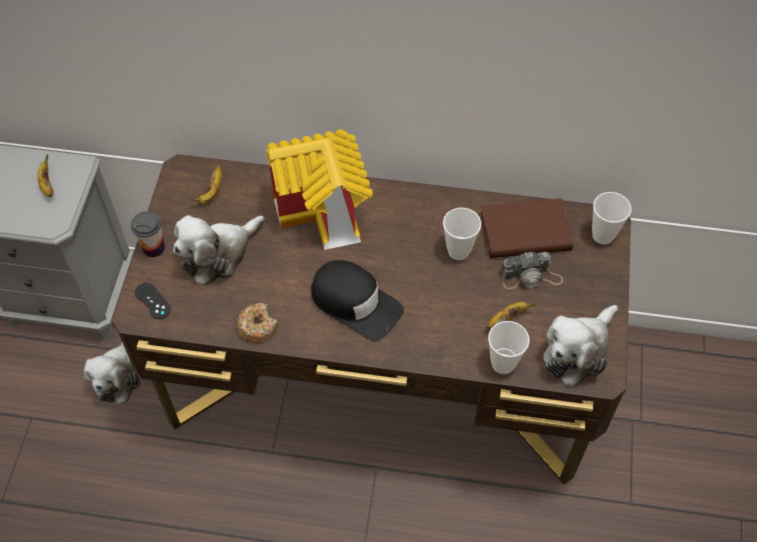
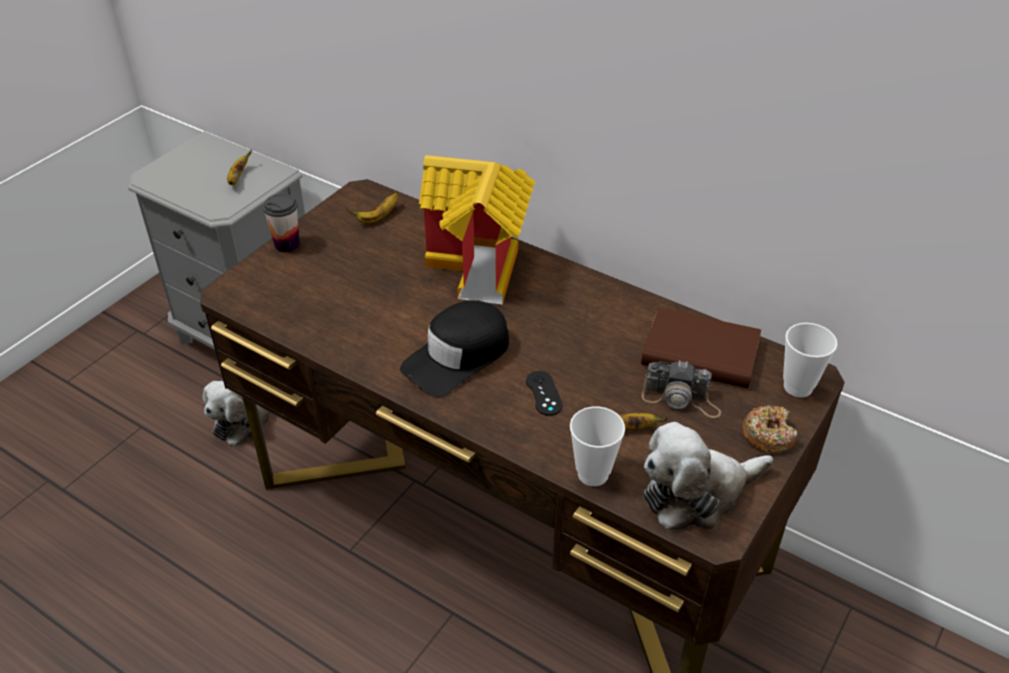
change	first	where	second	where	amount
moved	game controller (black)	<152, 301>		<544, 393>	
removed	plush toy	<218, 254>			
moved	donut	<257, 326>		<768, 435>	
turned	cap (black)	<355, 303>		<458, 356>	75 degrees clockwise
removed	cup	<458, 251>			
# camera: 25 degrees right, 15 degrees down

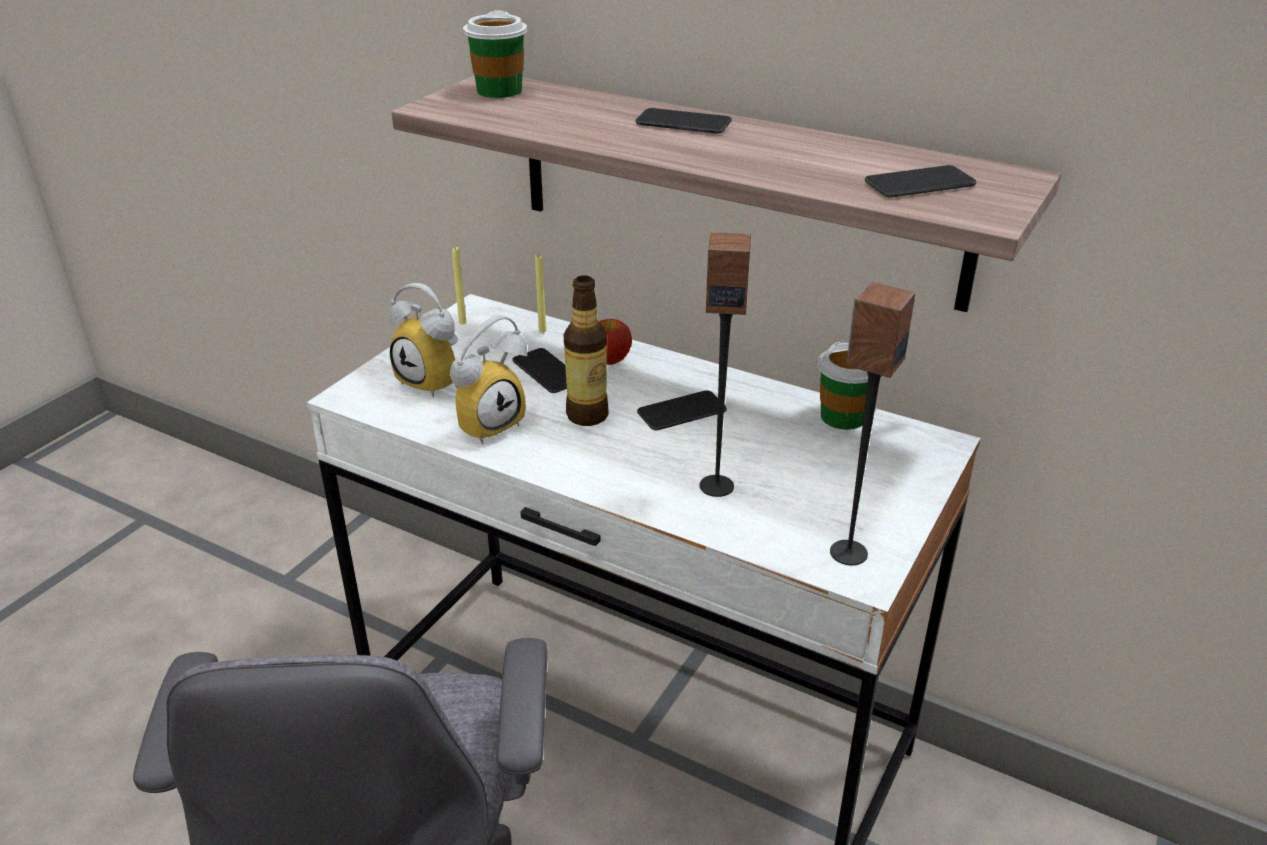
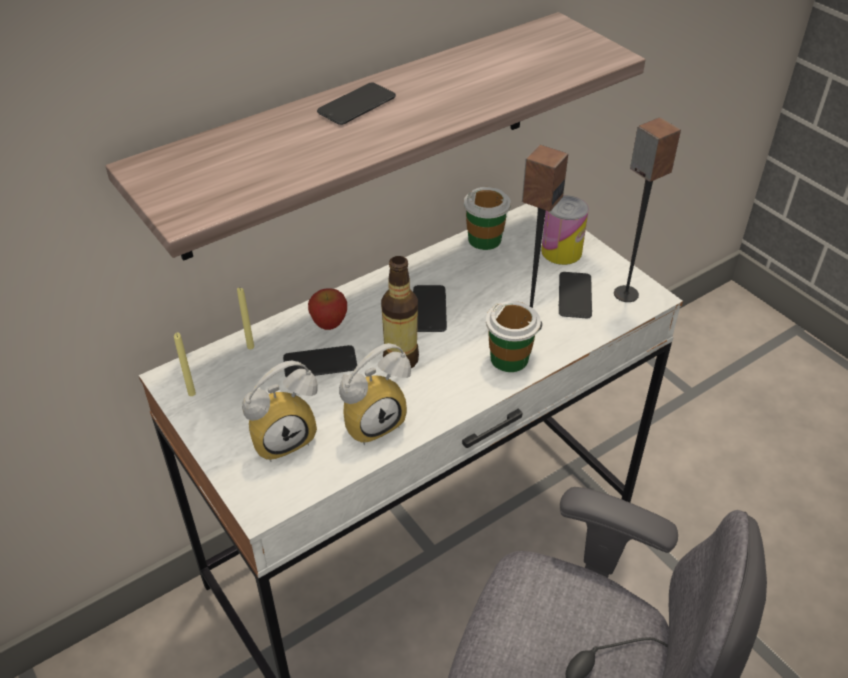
change	first	where	second	where	amount
turned	alarm clock	<488, 422>		<372, 420>	75 degrees clockwise
moved	cup	<499, 91>		<509, 358>	
moved	phone	<919, 184>		<575, 296>	
added			can	<561, 251>	
# camera: 65 degrees left, 10 degrees up

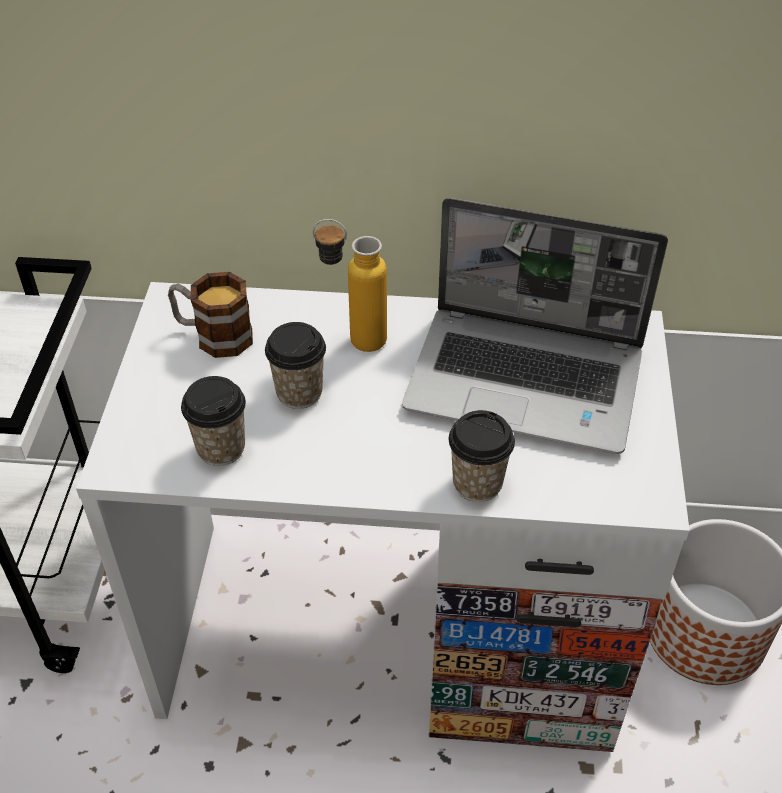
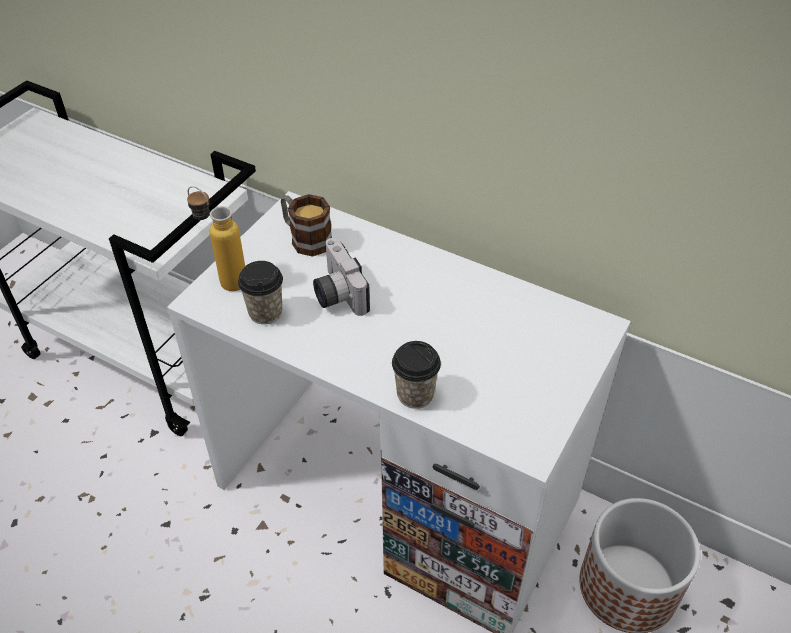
change	first	where	second	where	amount
replaced	cup	<299, 392>	photo camera	<336, 293>	
moved	bottle	<353, 340>		<224, 279>	
removed	laptop	<528, 380>			
# camera: 25 degrees right, 0 degrees up

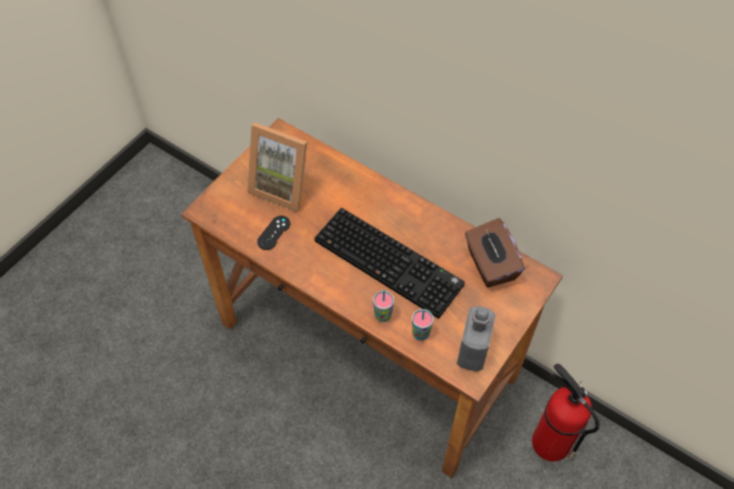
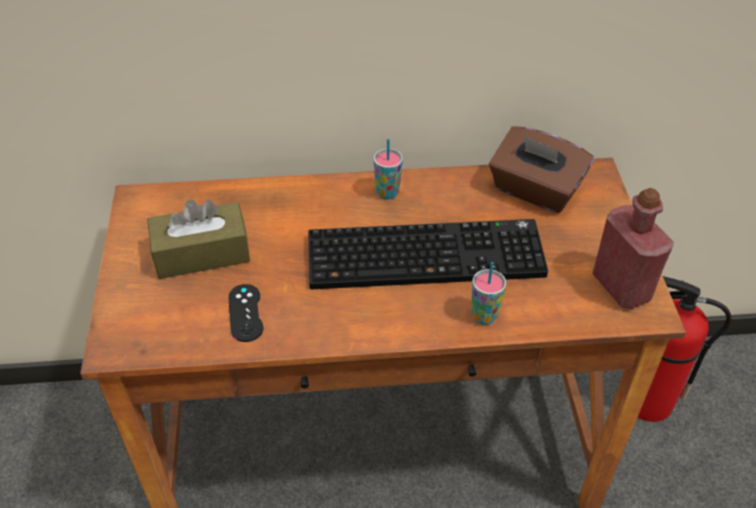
change	first	where	second	where	amount
replaced	picture frame	<283, 186>	tissue box (brown)	<202, 253>	
moved	cup	<420, 334>		<387, 193>	
recoloured	bottle (grey)	<472, 352>	bottle (red)	<621, 287>	
# camera: 40 degrees left, 10 degrees down

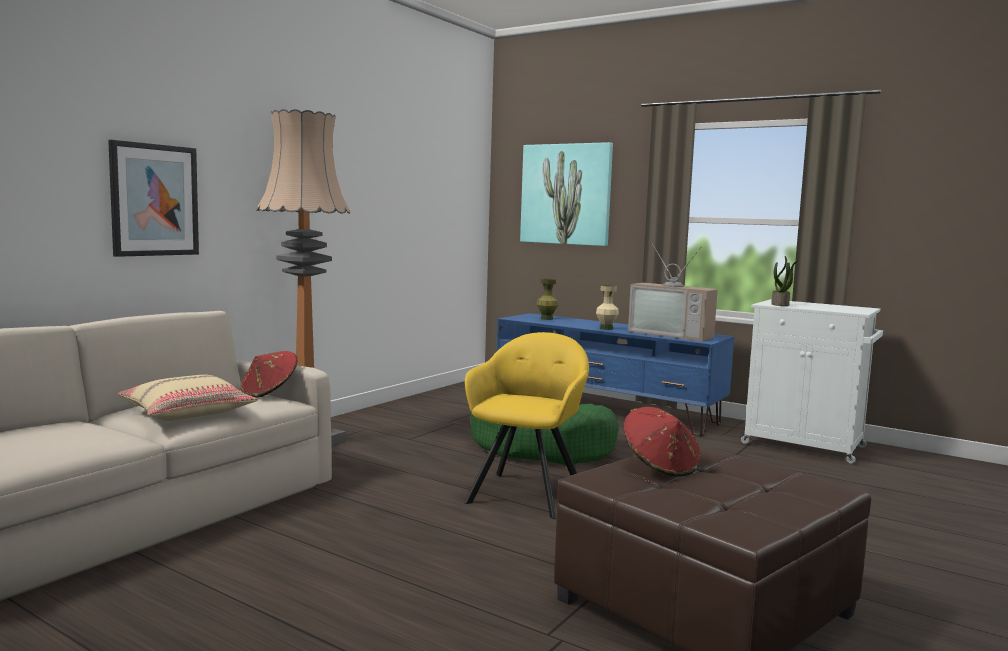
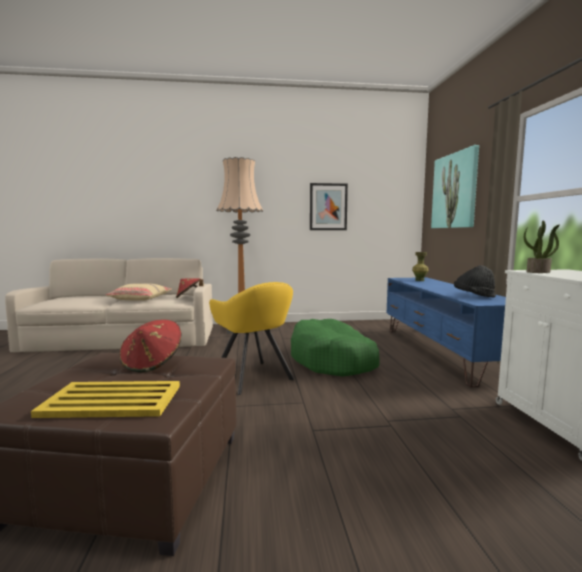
change	first	where	second	where	amount
moved	picture	<154, 200>		<328, 207>	
turned	armchair (yellow)	<528, 492>		<254, 378>	75 degrees clockwise
removed	vase (beige)	<606, 328>			
replaced	television	<673, 334>	hat (black)	<473, 296>	
added			tray (yellow)	<111, 400>	
# camera: 50 degrees right, 0 degrees up

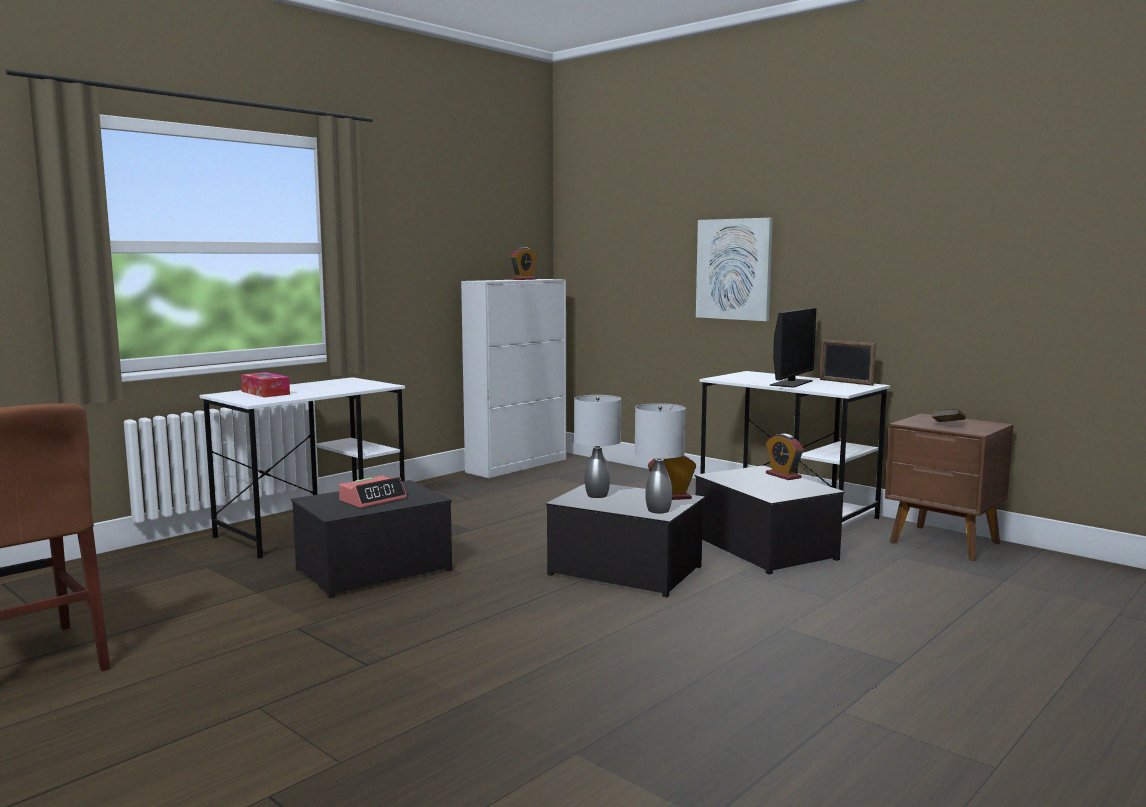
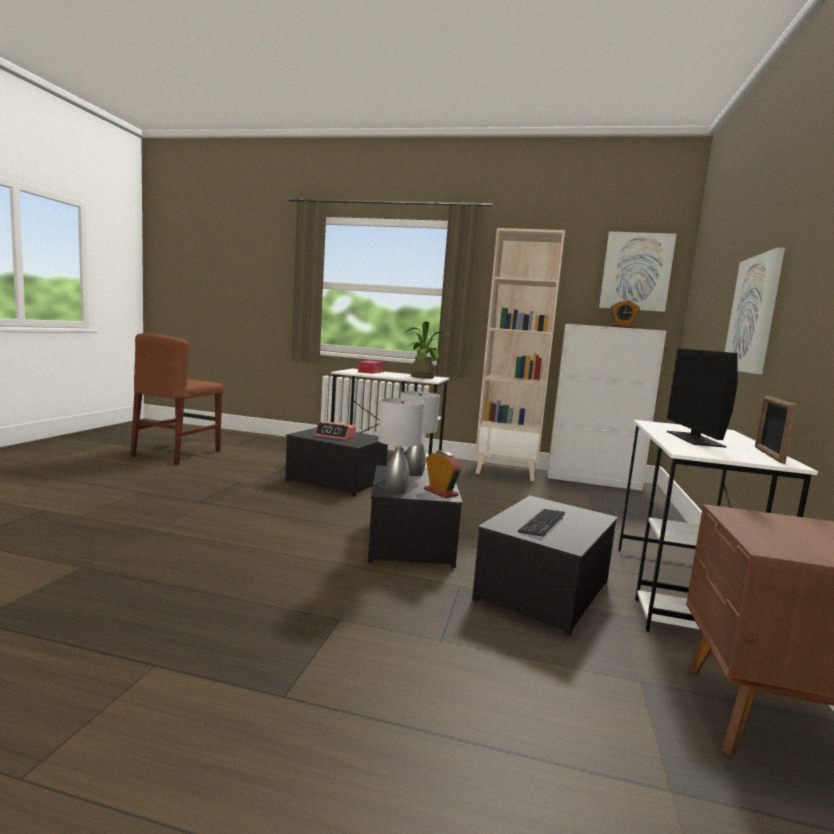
change	first	where	second	where	amount
removed	alarm clock	<783, 475>			
turned	monitor	<791, 383>		<694, 439>	90 degrees clockwise
removed	book (brown)	<947, 425>			
added			potted plant	<423, 377>	
added			bookcase (beige)	<506, 471>	
added			keyboard	<542, 524>	
added			picture	<636, 272>	
# camera: 60 degrees right, 0 degrees up

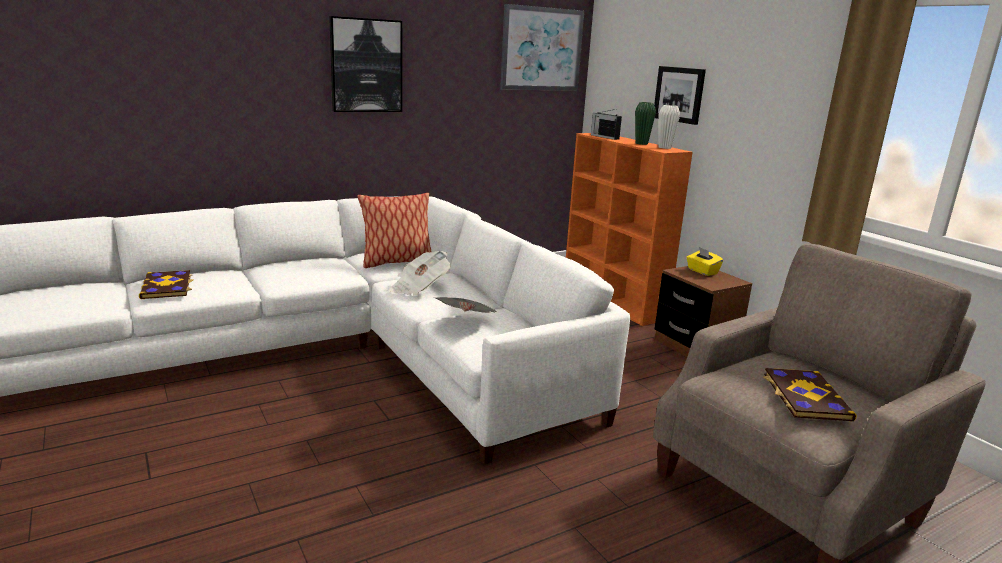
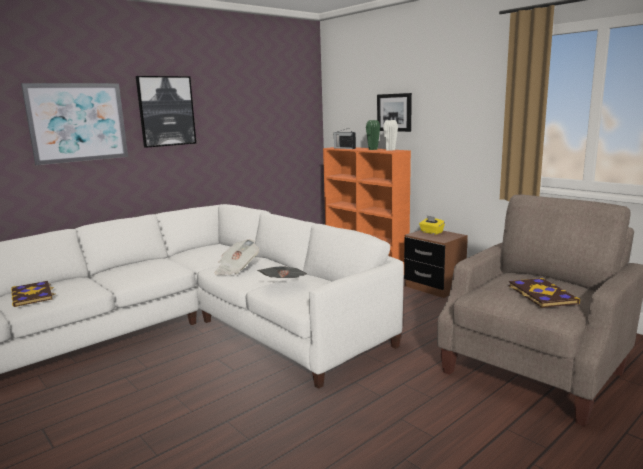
change	first	where	second	where	amount
removed	pillow	<396, 263>			
moved	picture	<541, 49>		<77, 122>	
# camera: 10 degrees left, 5 degrees down

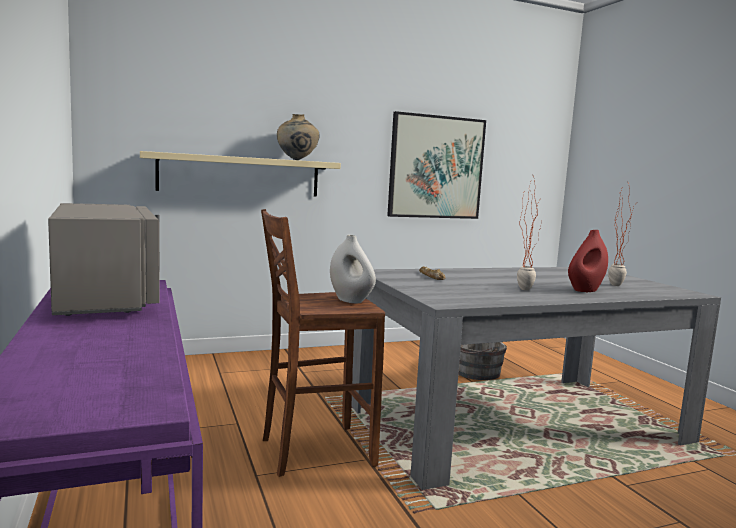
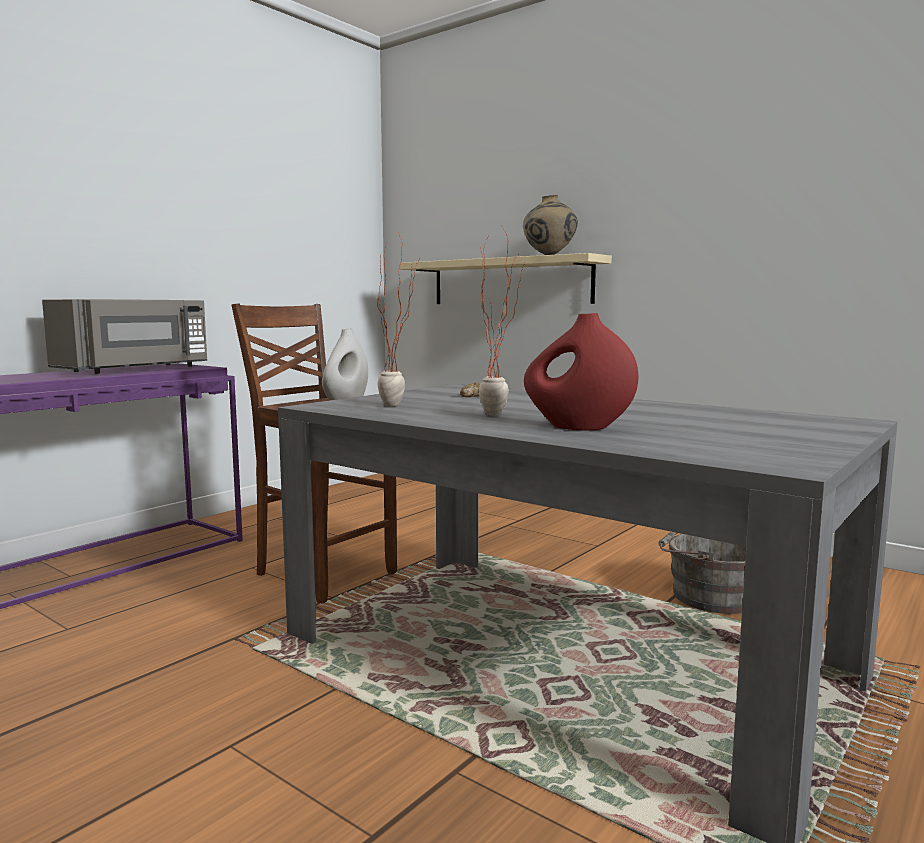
change	first	where	second	where	amount
removed	picture	<436, 167>			
moved	potted plant	<616, 284>		<400, 405>	
# camera: 60 degrees right, 0 degrees up

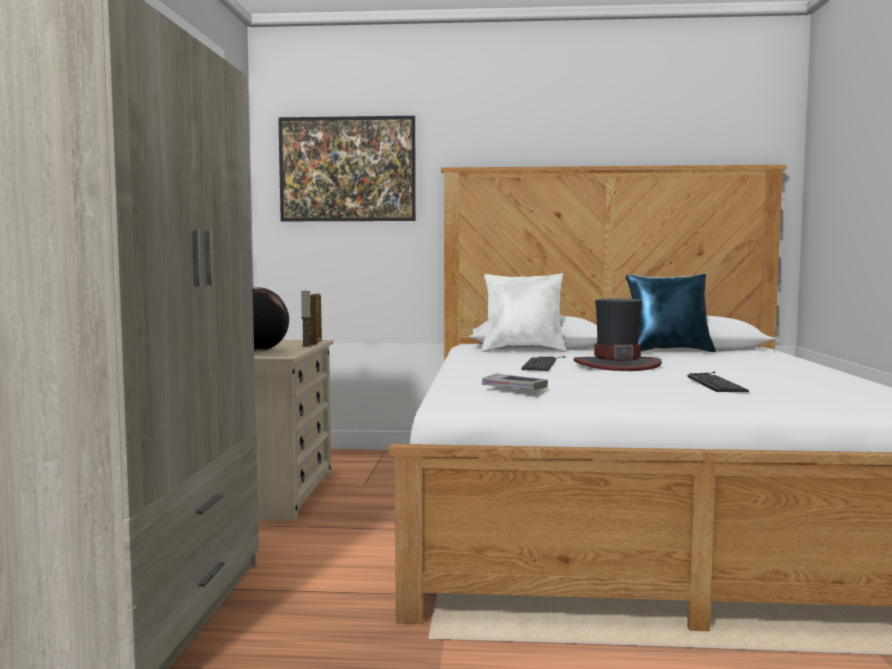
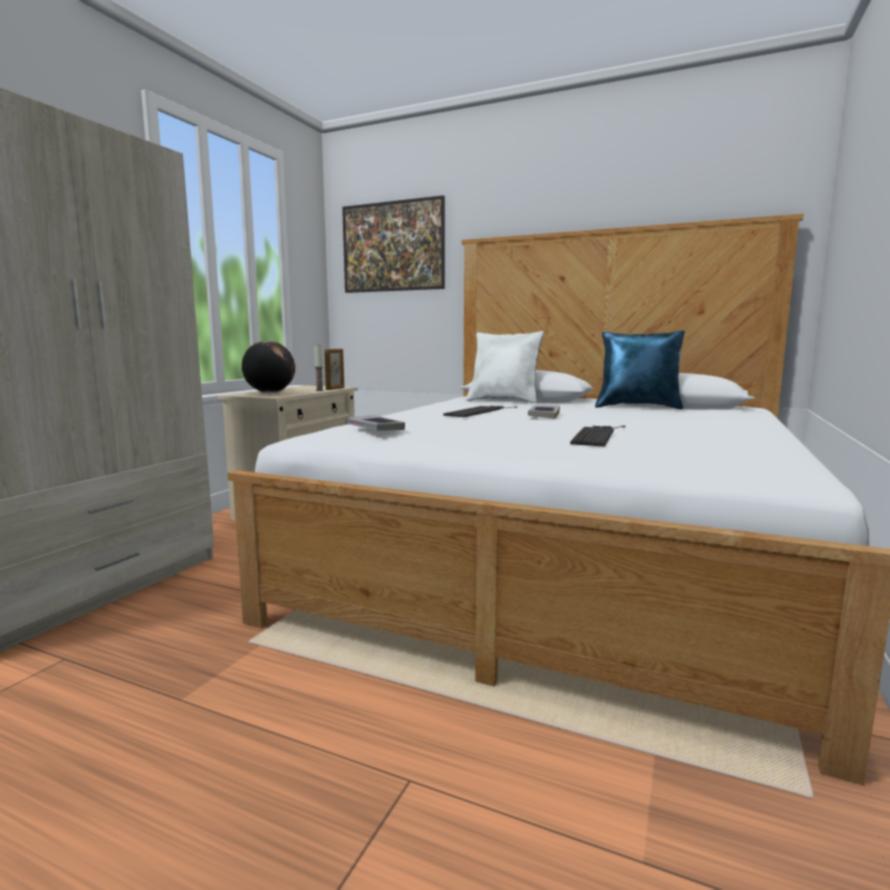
change	first	where	second	where	amount
replaced	hat	<616, 365>	book	<544, 415>	
# camera: 20 degrees right, 5 degrees up

